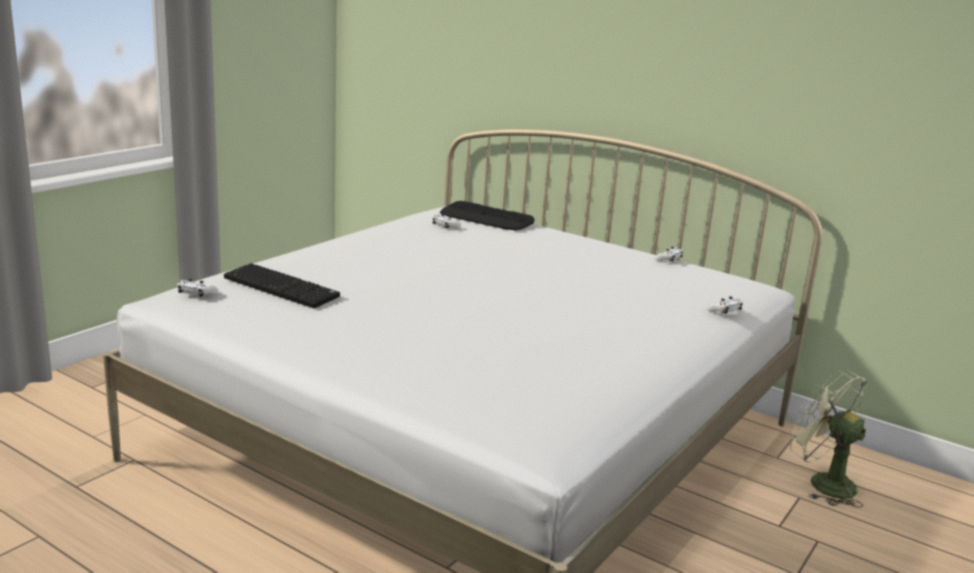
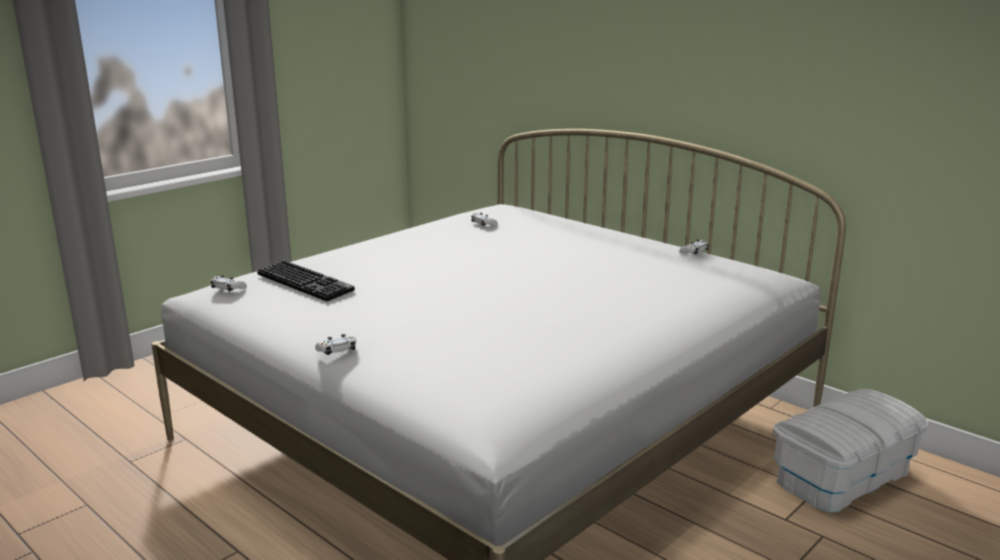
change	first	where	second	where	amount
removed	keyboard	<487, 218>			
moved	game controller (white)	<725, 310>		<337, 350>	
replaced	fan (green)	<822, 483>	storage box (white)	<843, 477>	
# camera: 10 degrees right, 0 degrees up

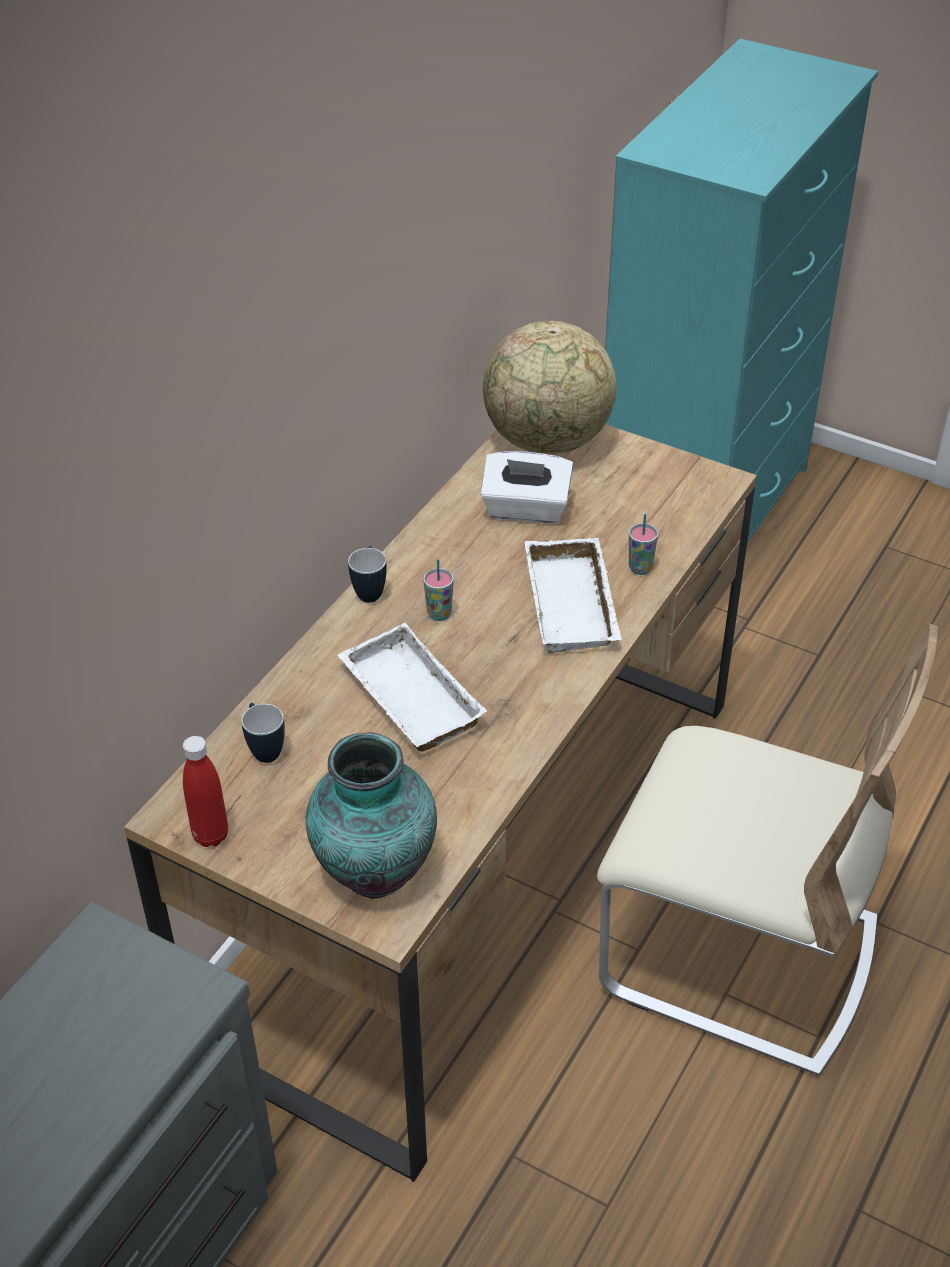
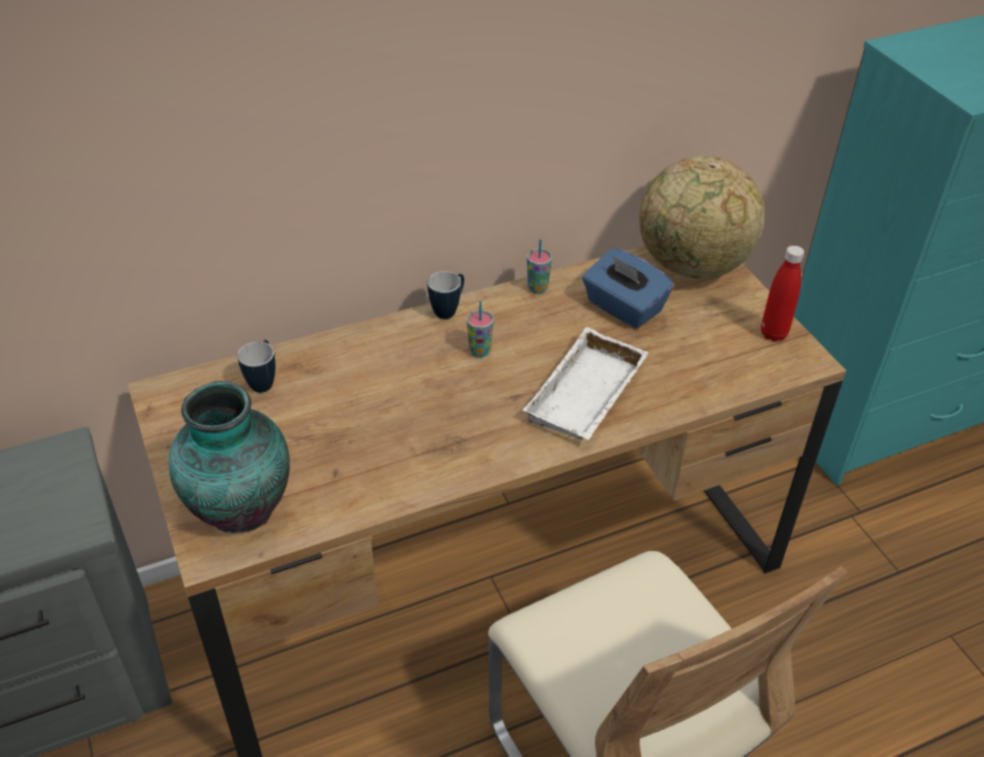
change	first	where	second	where	amount
moved	bottle (red)	<210, 835>		<773, 334>	
removed	tray (white)	<406, 697>			
recoloured	tissue box (white)	<526, 509>	tissue box (blue)	<623, 307>	
moved	cup	<640, 568>		<537, 288>	
# camera: 35 degrees right, 0 degrees up

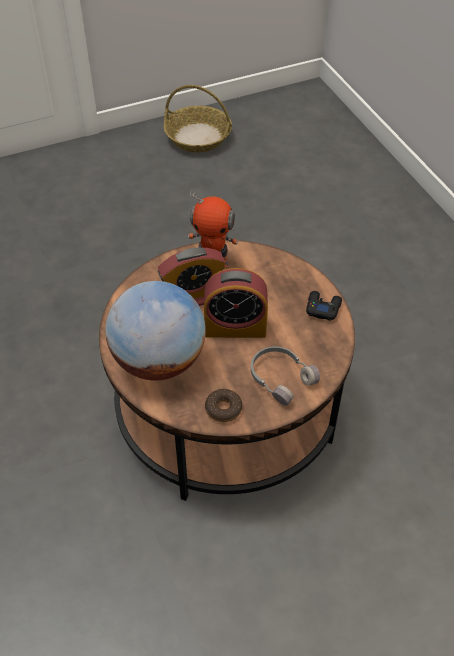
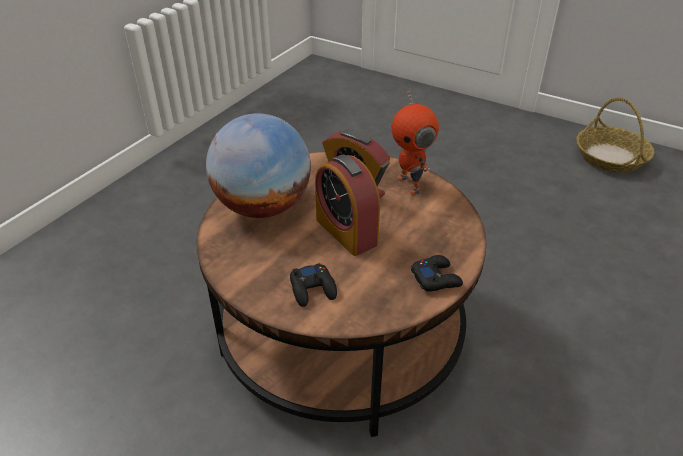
change	first	where	second	where	amount
removed	donut	<223, 409>			
replaced	headphones (grey)	<280, 377>	game controller (black)	<313, 289>	
# camera: 55 degrees right, 10 degrees down

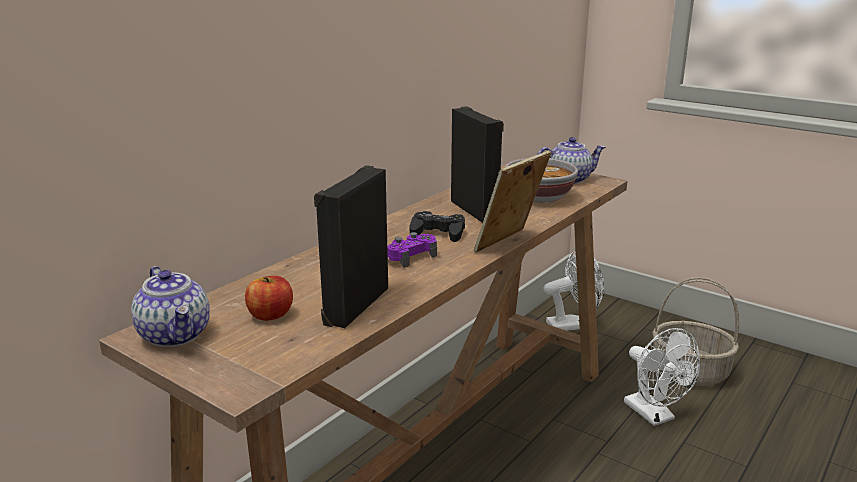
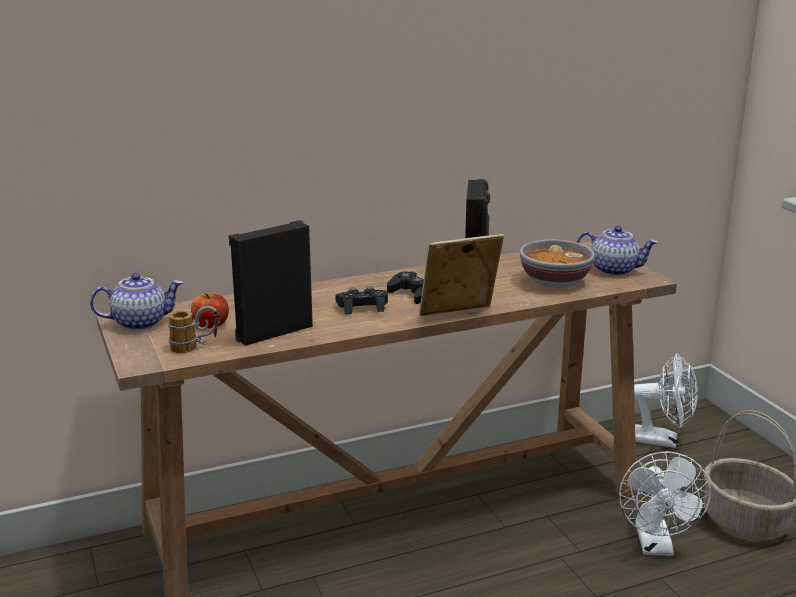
change	first	where	second	where	amount
turned	teapot	<176, 335>		<140, 322>	105 degrees counterclockwise
recoloured	game controller (purple)	<408, 256>	game controller (black)	<362, 307>	
added			mug	<196, 347>	
# camera: 30 degrees right, 0 degrees up

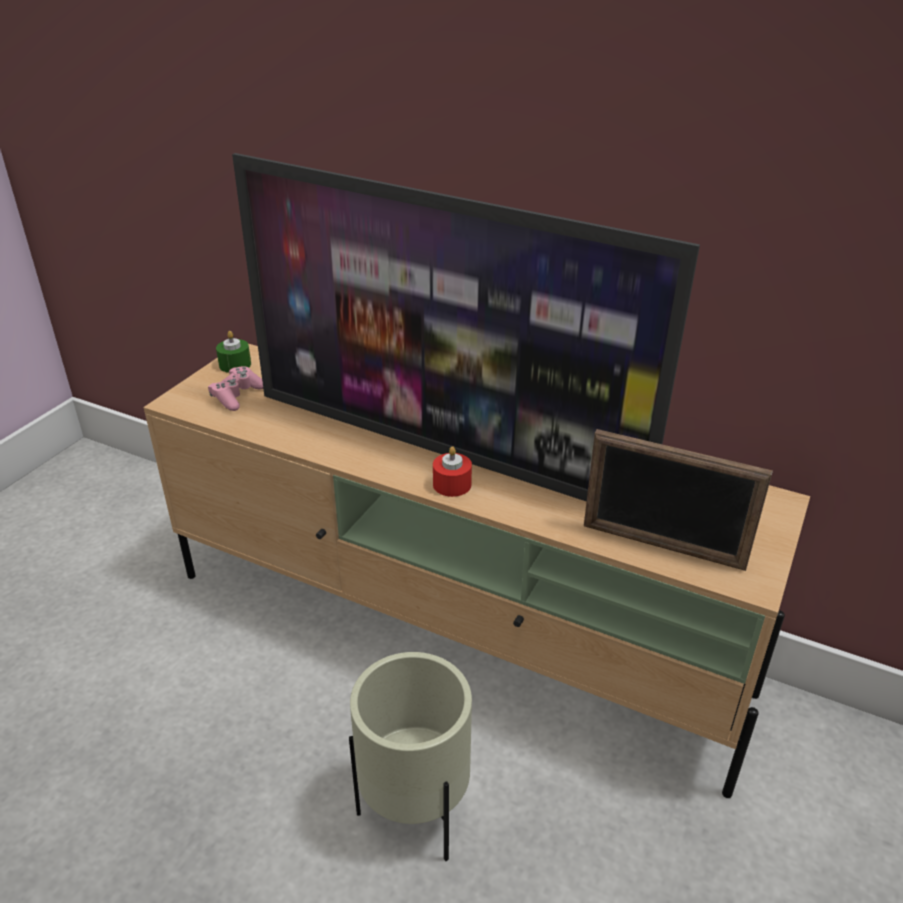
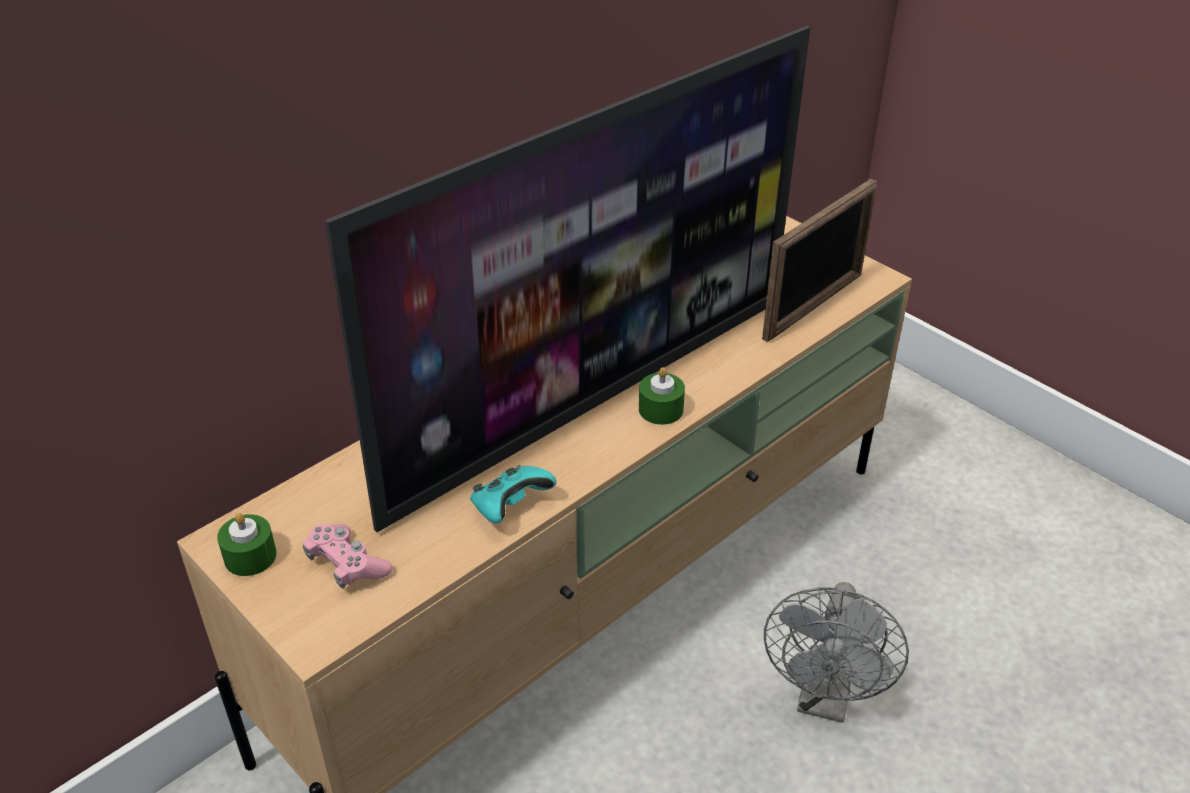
change	first	where	second	where	amount
replaced	planter (beige)	<415, 815>	fan (grey)	<824, 699>	
recoloured	candle (red)	<452, 484>	candle (green)	<661, 409>	
added			game controller (turquoise)	<510, 507>	
# camera: 70 degrees left, 5 degrees up

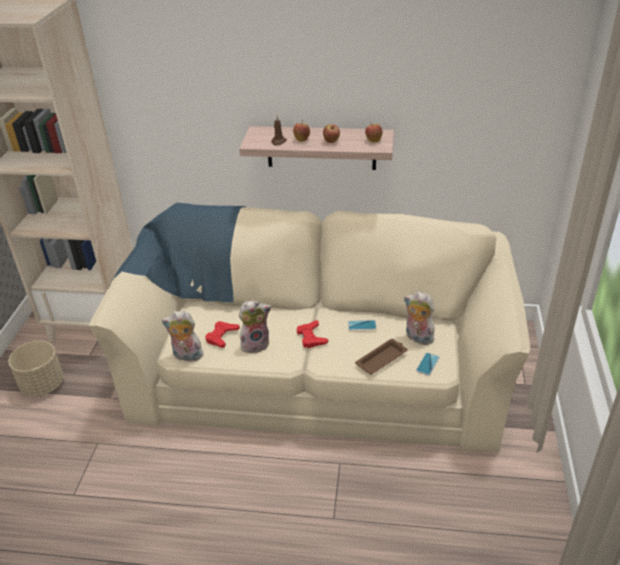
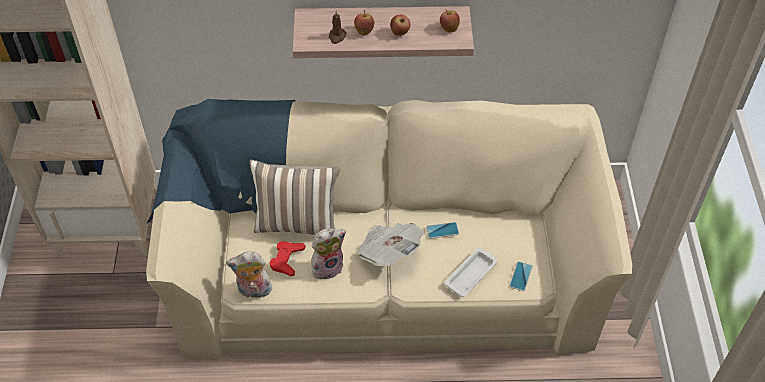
change	first	where	second	where	amount
removed	planter (beige)	<43, 385>			
replaced	game controller (red)	<311, 337>	newspaper	<389, 252>	
recoloured	tray (brown)	<382, 359>	tray (white)	<471, 274>	
removed	plush toy	<417, 338>			
added			pillow	<298, 223>	
# camera: 10 degrees left, 15 degrees up

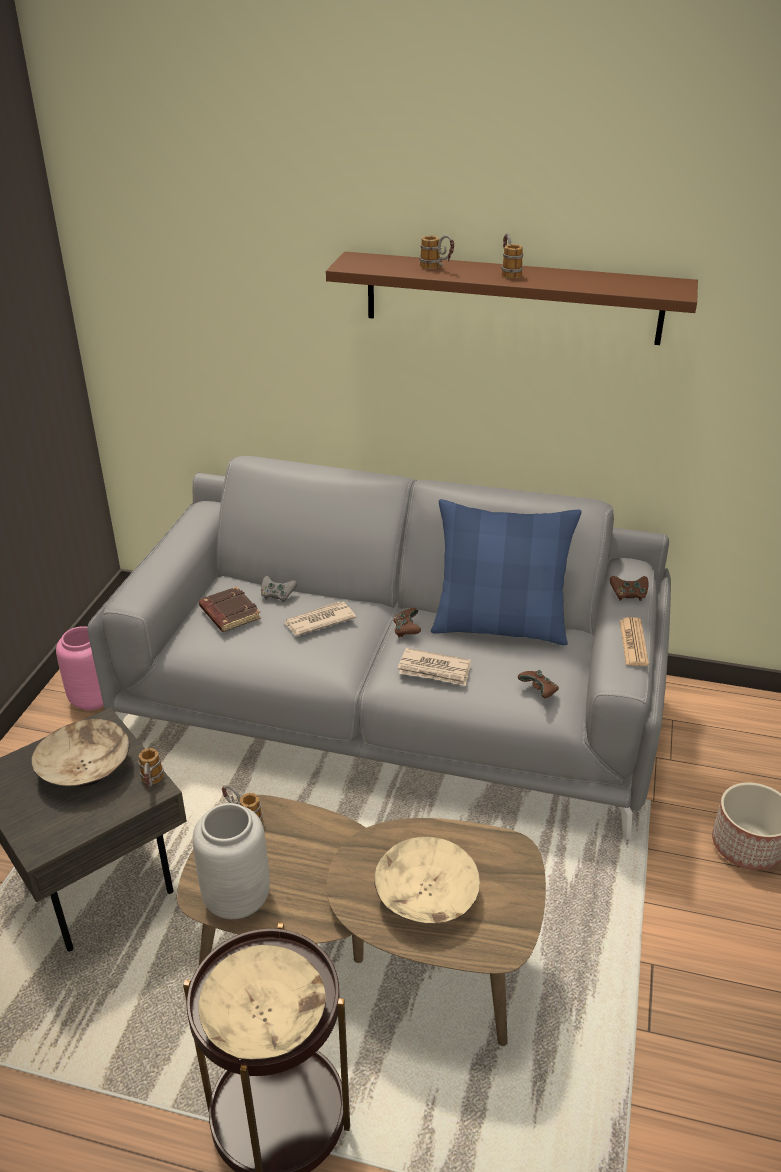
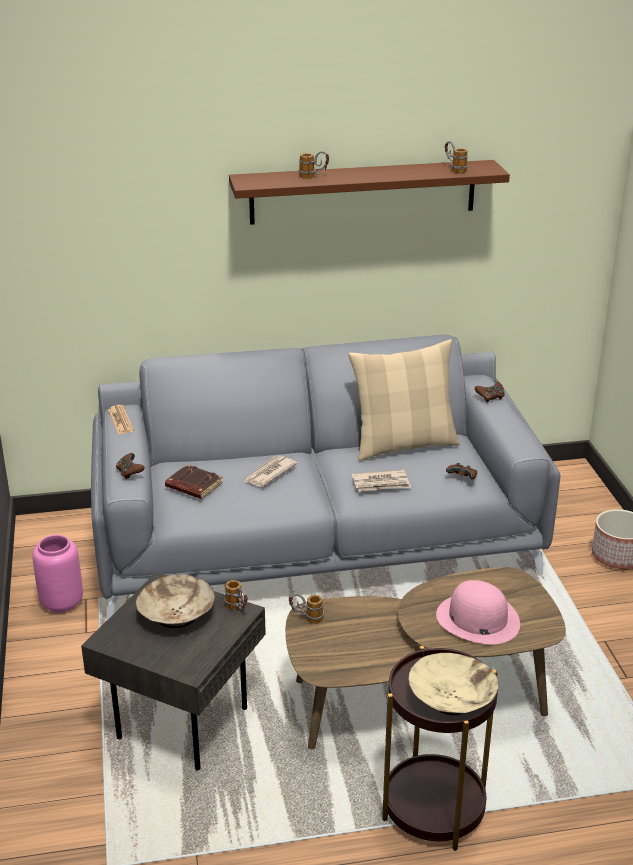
change	first	where	second	where	amount
removed	vase (grey)	<238, 898>			
removed	game controller (grey)	<277, 596>			
replaced	bowl (beige)	<426, 896>	hat (pink)	<477, 619>	
moved	game controller (brown)	<406, 630>		<130, 473>	
recoloured	pillow (blue)	<499, 626>	pillow (beige)	<404, 445>	
moved	mug	<508, 272>		<454, 169>	
moved	newspaper	<633, 642>		<120, 420>	
# camera: 25 degrees left, 5 degrees down

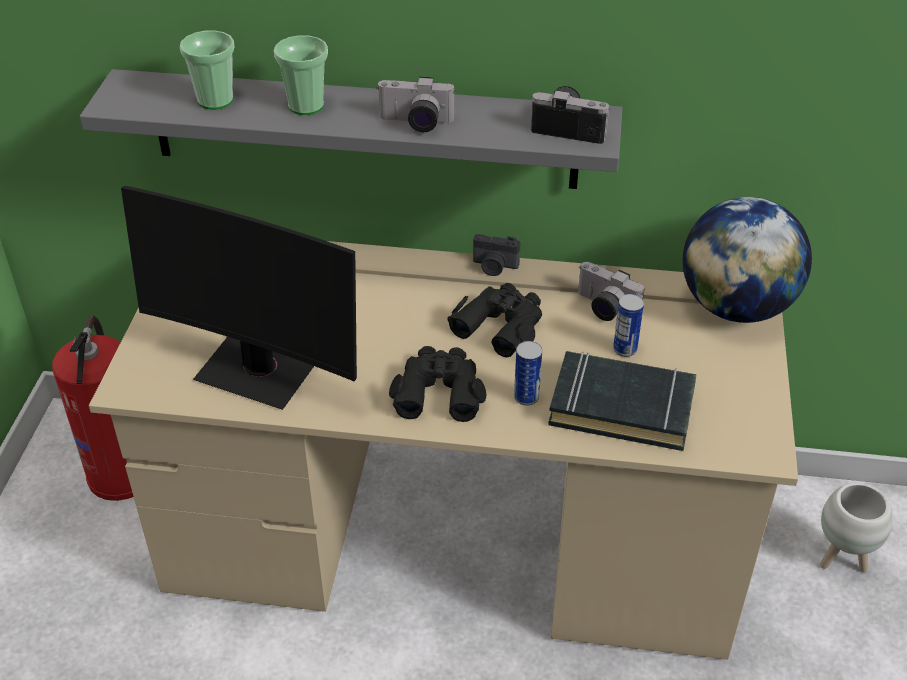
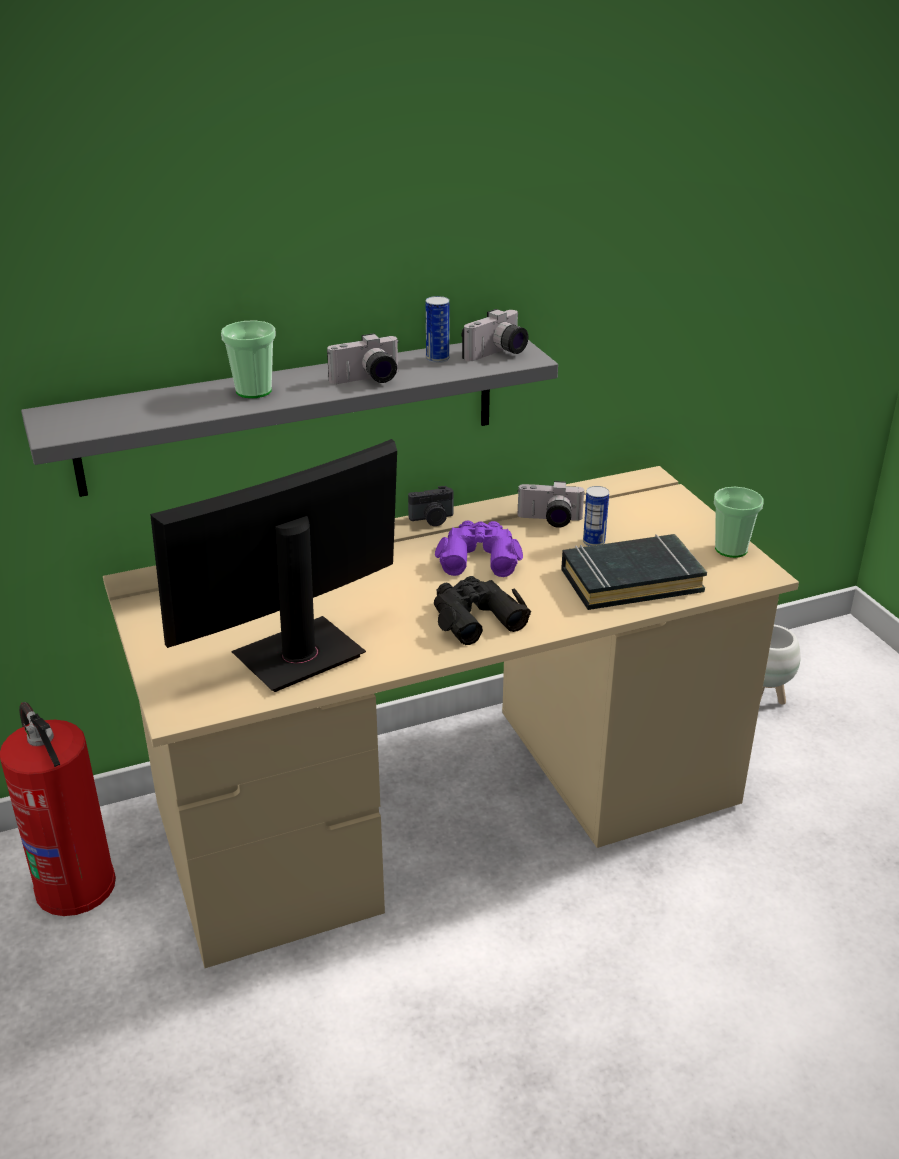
change	first	where	second	where	amount
turned	monitor	<259, 370>		<298, 655>	150 degrees clockwise
moved	cup	<215, 100>		<731, 549>	
recoloured	binoculars (black)	<500, 325>	binoculars (purple)	<479, 556>	
moved	can	<526, 397>		<437, 359>	
turned	photo camera	<570, 127>		<498, 354>	150 degrees clockwise
removed	globe	<736, 307>			
# camera: 30 degrees left, 10 degrees down

